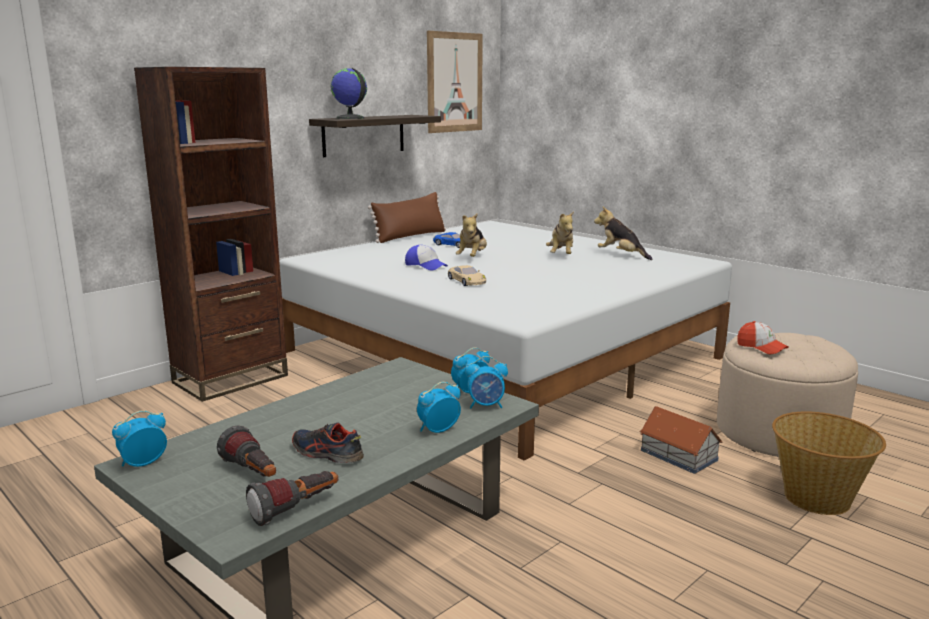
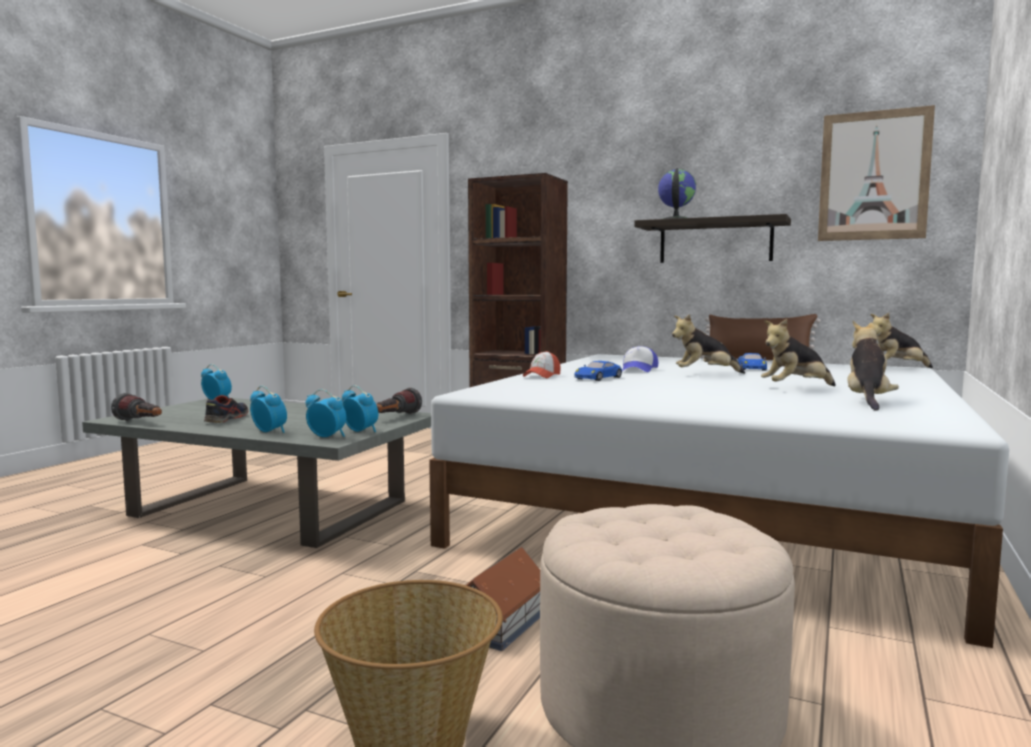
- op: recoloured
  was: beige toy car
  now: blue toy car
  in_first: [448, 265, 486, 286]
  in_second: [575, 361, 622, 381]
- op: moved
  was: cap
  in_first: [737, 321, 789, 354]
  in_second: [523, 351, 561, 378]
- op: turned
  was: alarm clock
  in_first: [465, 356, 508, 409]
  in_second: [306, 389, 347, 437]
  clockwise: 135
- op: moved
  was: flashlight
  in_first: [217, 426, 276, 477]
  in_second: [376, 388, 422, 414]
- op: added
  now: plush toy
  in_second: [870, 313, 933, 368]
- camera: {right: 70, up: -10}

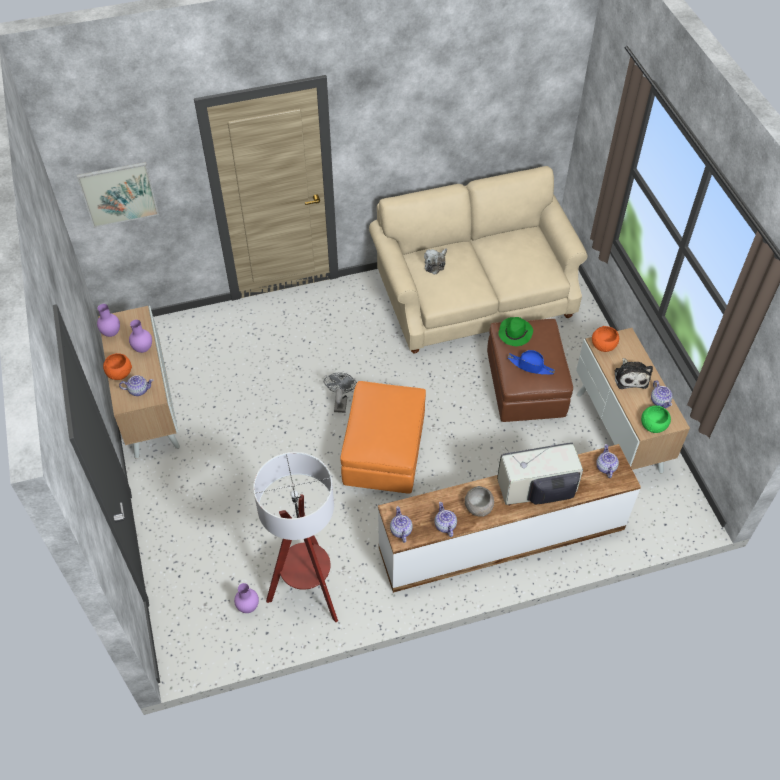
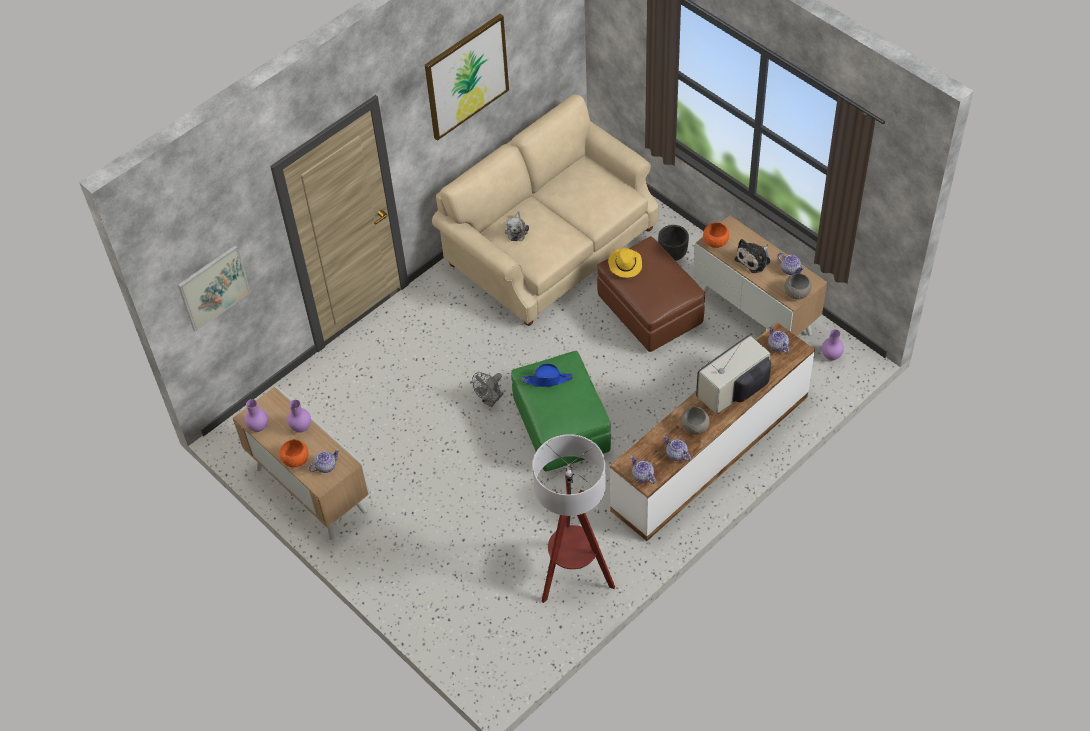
- op: recoloured
  was: green hat
  now: yellow hat
  in_first: [498, 317, 533, 346]
  in_second: [608, 248, 642, 278]
- op: moved
  was: blue hat
  in_first: [508, 350, 555, 375]
  in_second: [522, 363, 573, 387]
- op: turned
  was: plush toy
  in_first: [615, 358, 653, 389]
  in_second: [735, 239, 770, 273]
  clockwise: 75
- op: turned
  was: grey fan
  in_first: [324, 372, 357, 413]
  in_second: [472, 372, 504, 407]
  clockwise: -120
- op: recoloured
  was: orange ottoman
  now: green ottoman
  in_first: [340, 381, 426, 494]
  in_second: [511, 351, 611, 472]
- op: recoloured
  was: green bowl
  now: grey bowl
  in_first: [641, 406, 671, 433]
  in_second: [784, 273, 812, 300]
- op: moved
  was: purple vase
  in_first: [234, 583, 259, 613]
  in_second: [822, 329, 844, 360]
- op: added
  now: picture
  in_second: [425, 14, 509, 141]
- op: added
  now: black planter
  in_second: [658, 225, 689, 261]
- camera: {right: -25, up: 0}

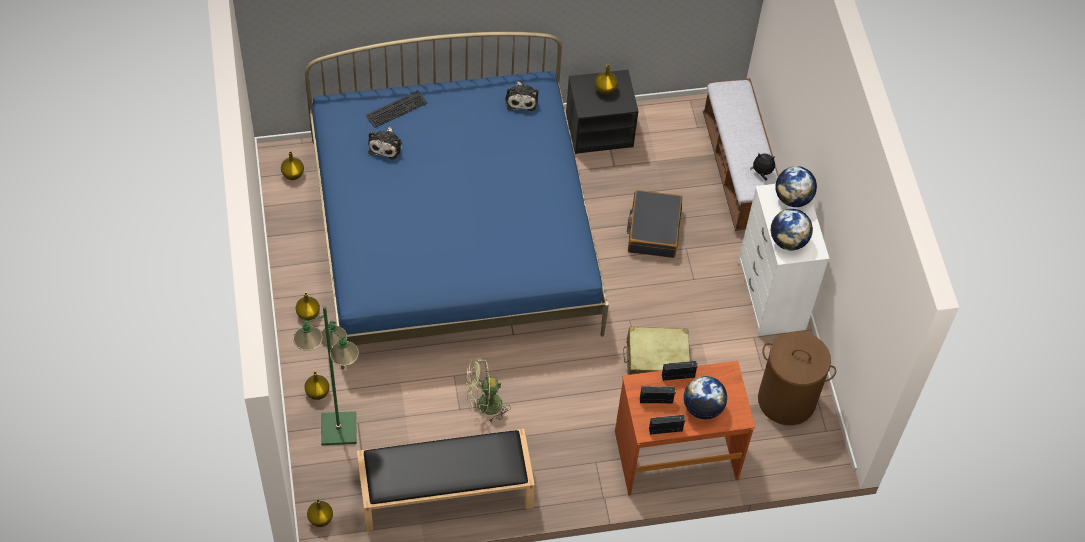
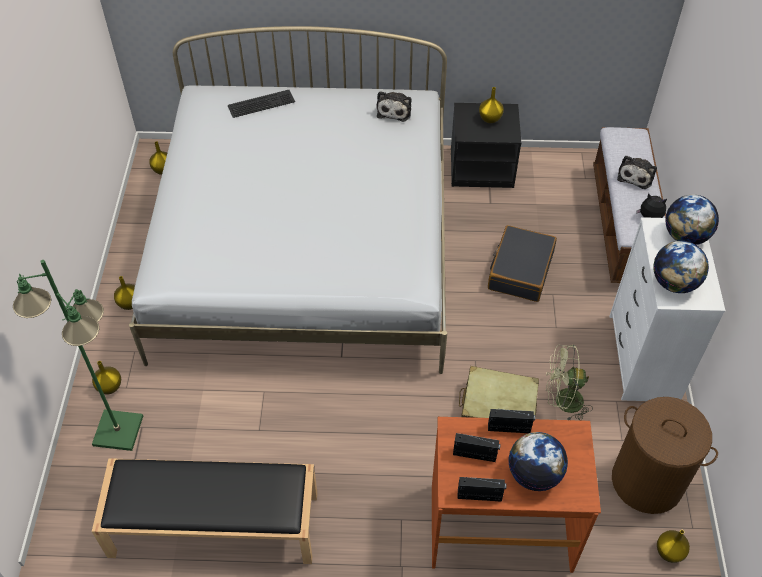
- op: recoloured
  was: blue bed
  now: white bed
  in_first: [305, 32, 609, 370]
  in_second: [129, 26, 447, 374]
- op: moved
  was: plush toy
  in_first: [368, 127, 402, 160]
  in_second: [617, 156, 657, 189]
- op: moved
  was: green fan
  in_first: [466, 358, 511, 423]
  in_second: [546, 344, 593, 421]
- op: moved
  was: yellow vase
  in_first: [307, 499, 333, 527]
  in_second: [657, 530, 690, 563]
- camera: {right: 15, up: -5}

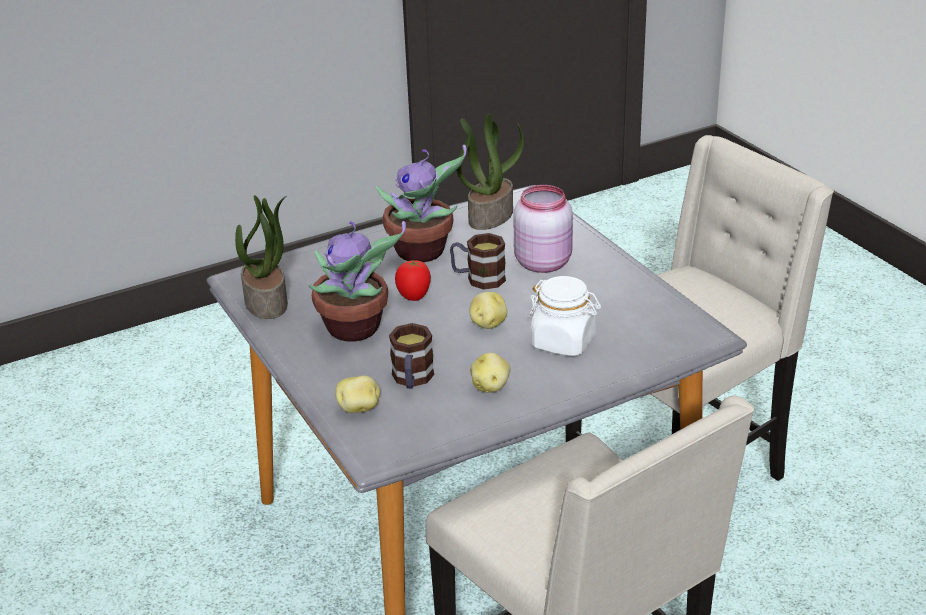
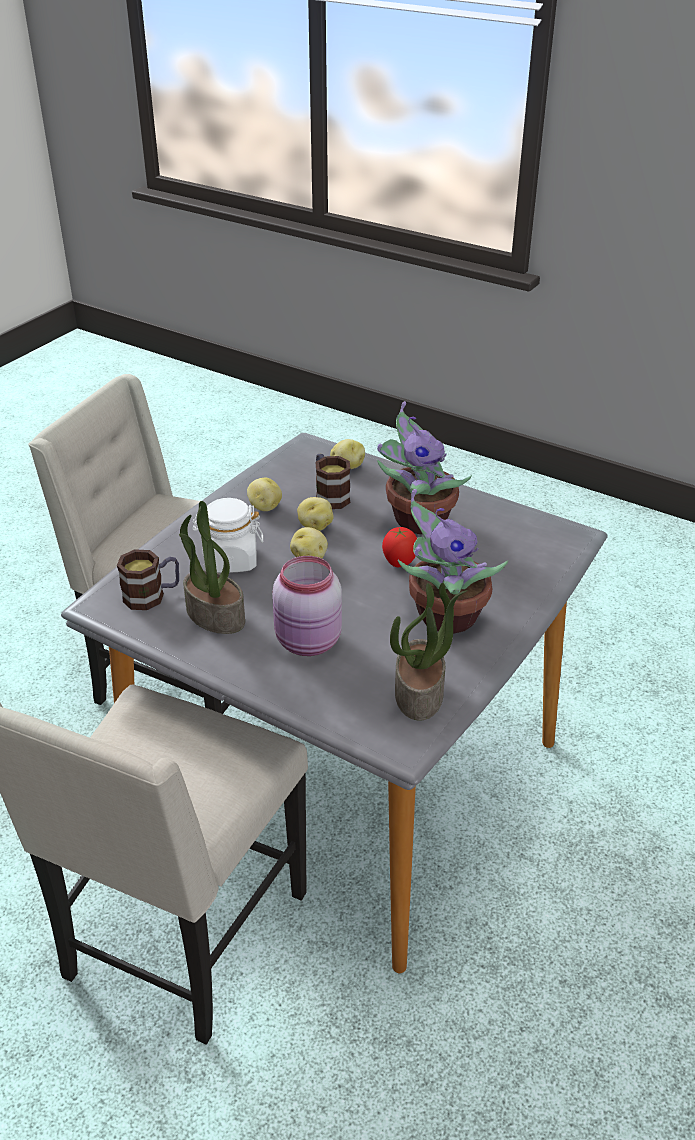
- op: moved
  was: potted plant
  in_first: [235, 195, 288, 319]
  in_second: [179, 501, 245, 634]
- op: moved
  was: mug
  in_first: [450, 233, 506, 289]
  in_second: [117, 549, 179, 610]
- op: added
  now: potato
  in_second: [297, 497, 334, 531]
- camera: {right: 150, up: 5}

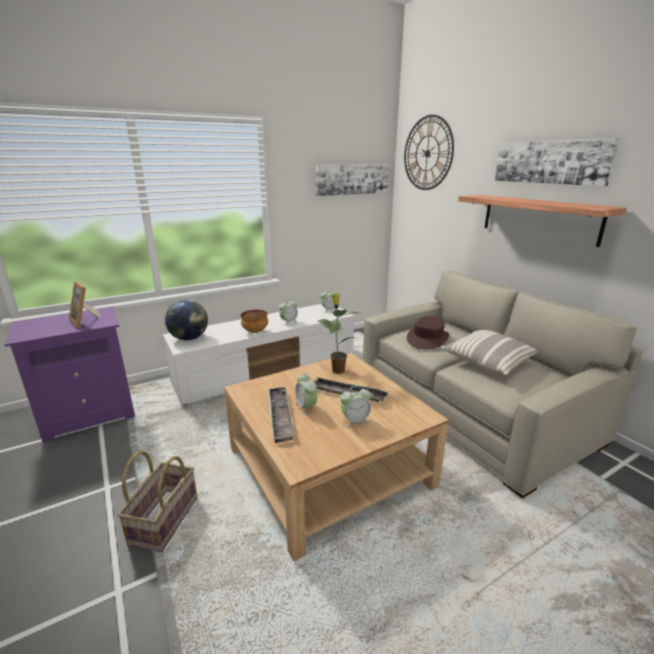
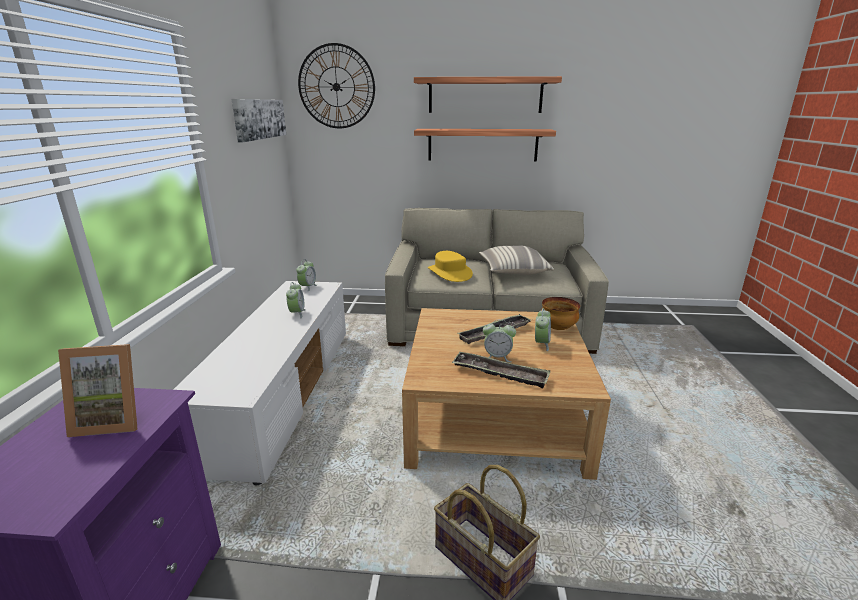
- op: replaced
  was: picture
  now: shelf
  in_first: [495, 138, 620, 186]
  in_second: [414, 76, 562, 113]
- op: removed
  was: potted plant
  in_first: [318, 294, 360, 374]
- op: removed
  was: globe
  in_first: [165, 300, 208, 340]
- op: moved
  was: bowl
  in_first: [241, 310, 268, 333]
  in_second: [541, 297, 580, 330]
- op: recoloured
  was: brown hat
  now: yellow hat
  in_first: [407, 316, 449, 350]
  in_second: [428, 251, 473, 282]
- camera: {right: -55, up: 0}

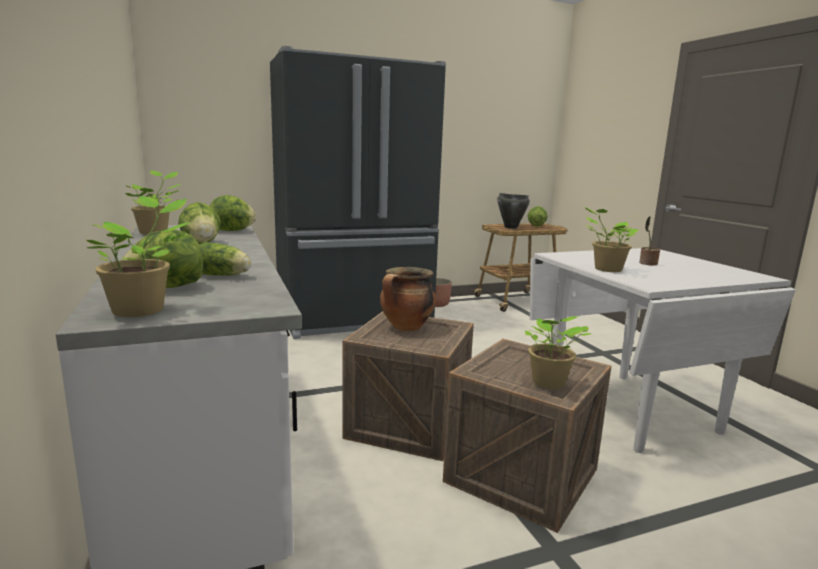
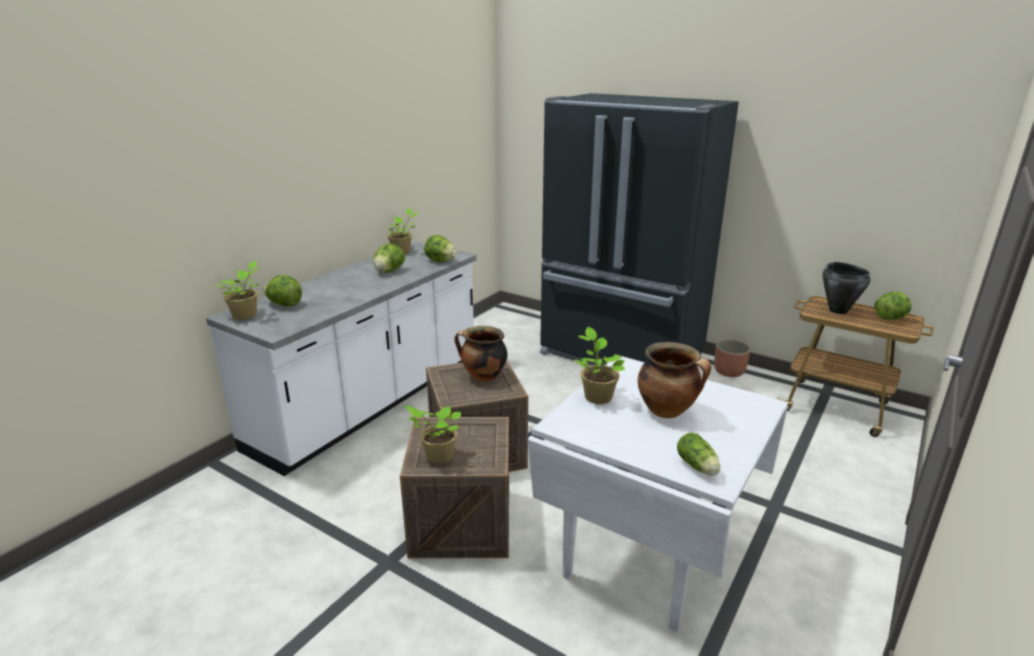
- op: replaced
  was: potted plant
  now: cooking pot
  in_first: [639, 216, 660, 266]
  in_second: [638, 342, 711, 418]
- op: moved
  was: lettuce
  in_first: [199, 242, 252, 276]
  in_second: [677, 433, 720, 476]
- camera: {right: 55, up: 10}

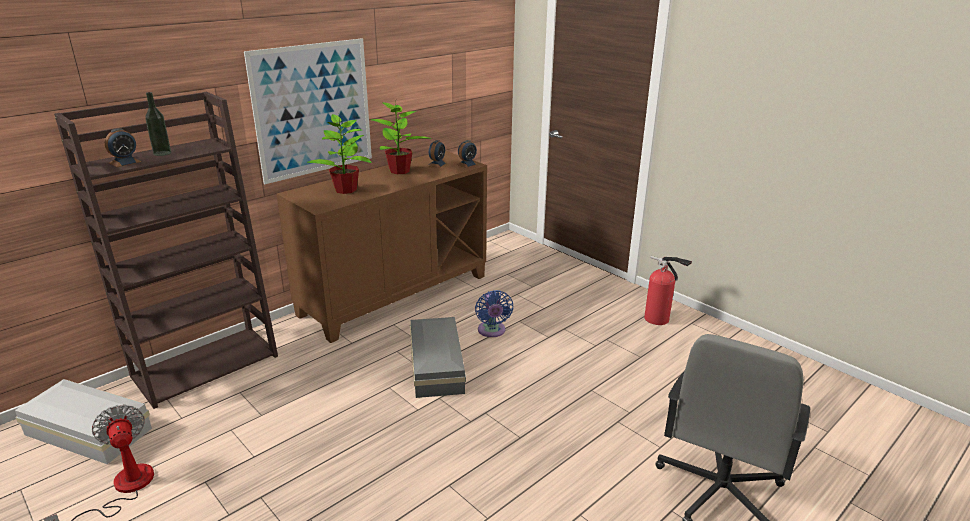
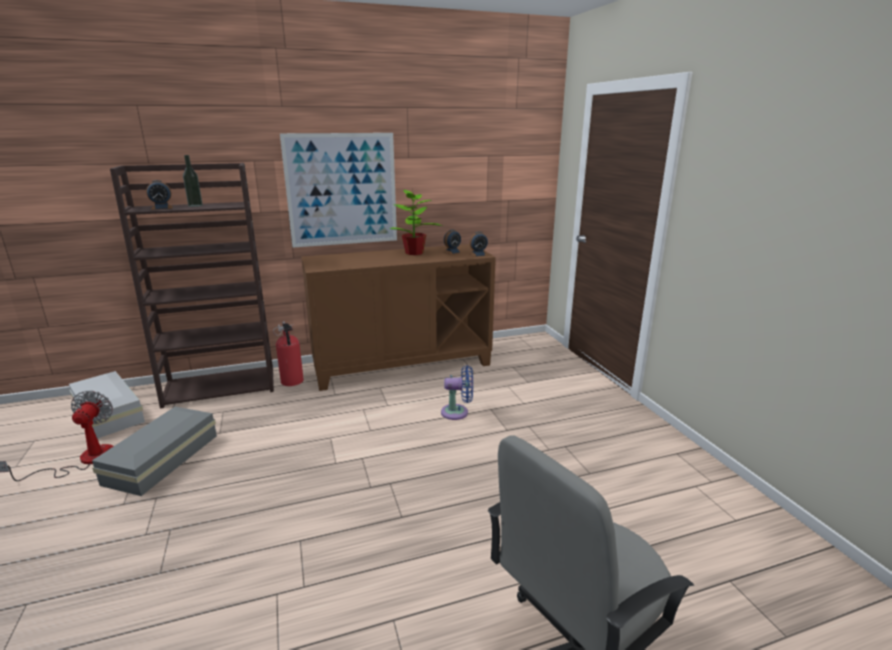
- op: removed
  was: potted plant
  in_first: [307, 113, 372, 194]
- op: moved
  was: fire extinguisher
  in_first: [644, 256, 692, 325]
  in_second: [273, 321, 304, 386]
- op: turned
  was: blue fan
  in_first: [475, 290, 513, 337]
  in_second: [441, 365, 473, 420]
  clockwise: -105
- op: moved
  was: grey storage box
  in_first: [410, 317, 466, 398]
  in_second: [92, 407, 217, 496]
- camera: {right: 25, up: -5}

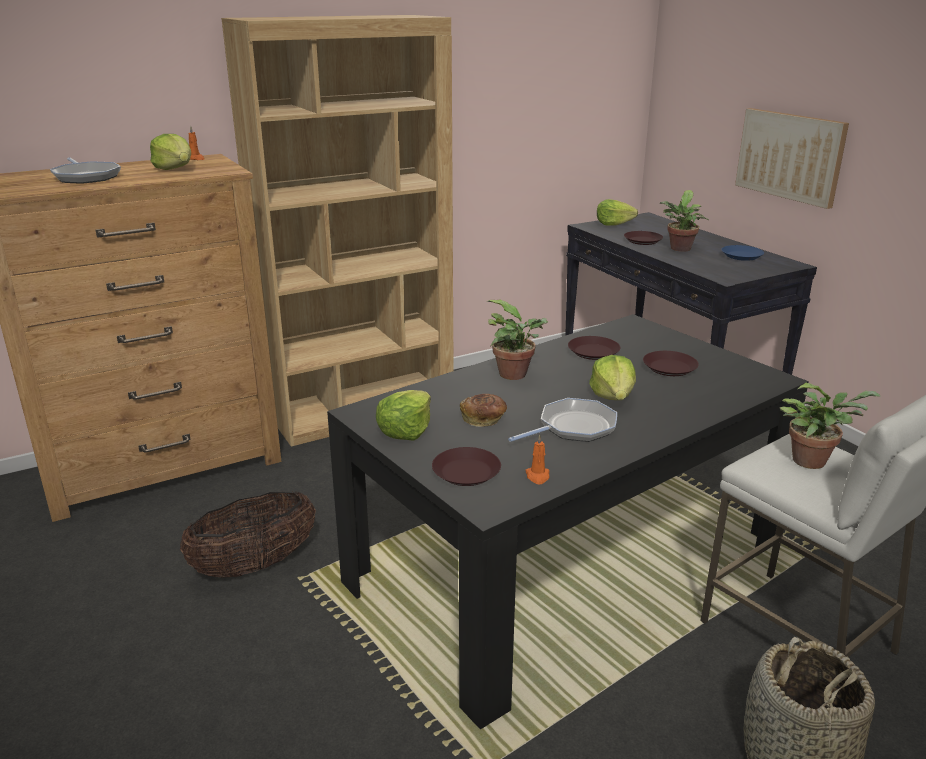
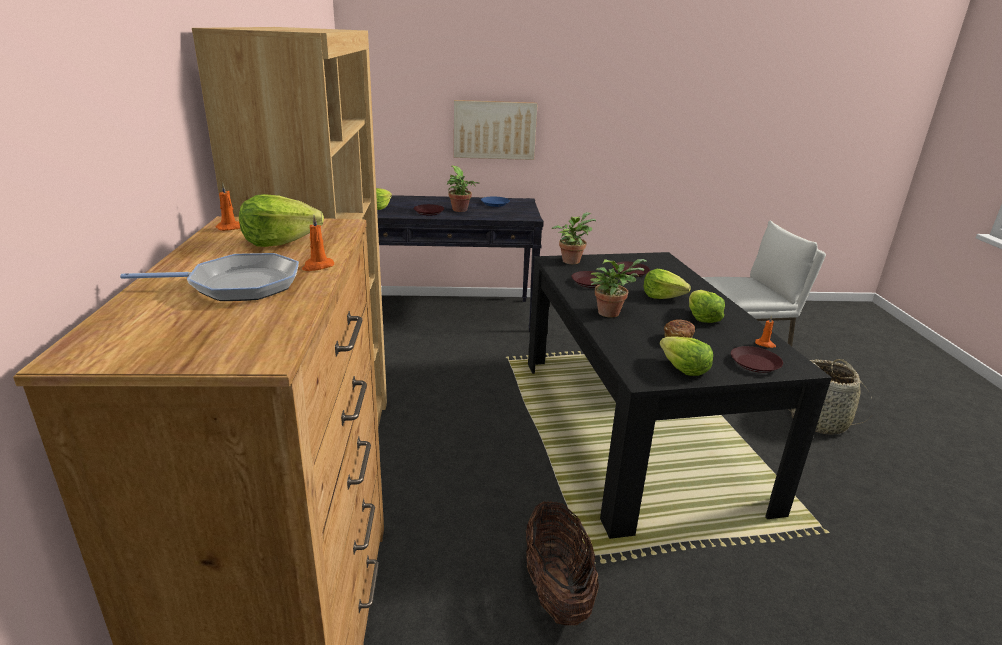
- op: moved
  was: potted plant
  in_first: [780, 383, 881, 469]
  in_second: [552, 212, 596, 264]
- op: replaced
  was: frying pan
  now: lettuce
  in_first: [508, 398, 617, 442]
  in_second: [689, 290, 725, 323]
- op: added
  now: orange candle
  in_second: [302, 215, 334, 271]
- camera: {right: -65, up: 0}

